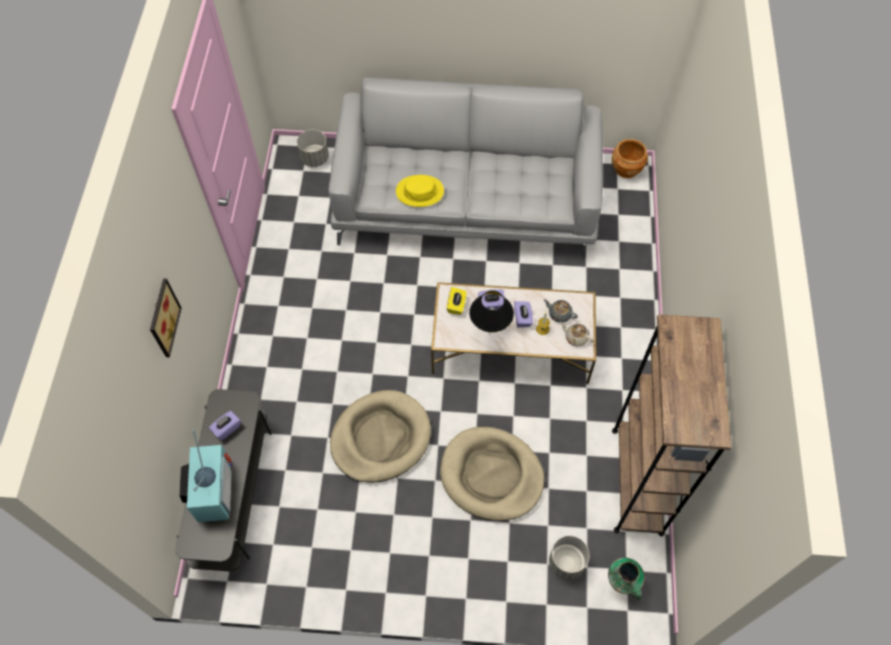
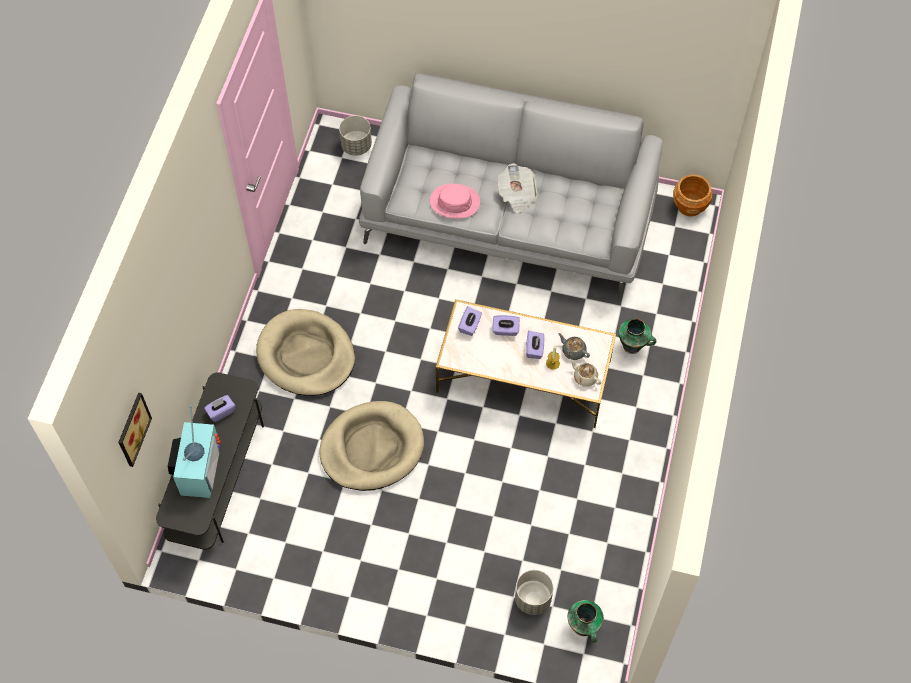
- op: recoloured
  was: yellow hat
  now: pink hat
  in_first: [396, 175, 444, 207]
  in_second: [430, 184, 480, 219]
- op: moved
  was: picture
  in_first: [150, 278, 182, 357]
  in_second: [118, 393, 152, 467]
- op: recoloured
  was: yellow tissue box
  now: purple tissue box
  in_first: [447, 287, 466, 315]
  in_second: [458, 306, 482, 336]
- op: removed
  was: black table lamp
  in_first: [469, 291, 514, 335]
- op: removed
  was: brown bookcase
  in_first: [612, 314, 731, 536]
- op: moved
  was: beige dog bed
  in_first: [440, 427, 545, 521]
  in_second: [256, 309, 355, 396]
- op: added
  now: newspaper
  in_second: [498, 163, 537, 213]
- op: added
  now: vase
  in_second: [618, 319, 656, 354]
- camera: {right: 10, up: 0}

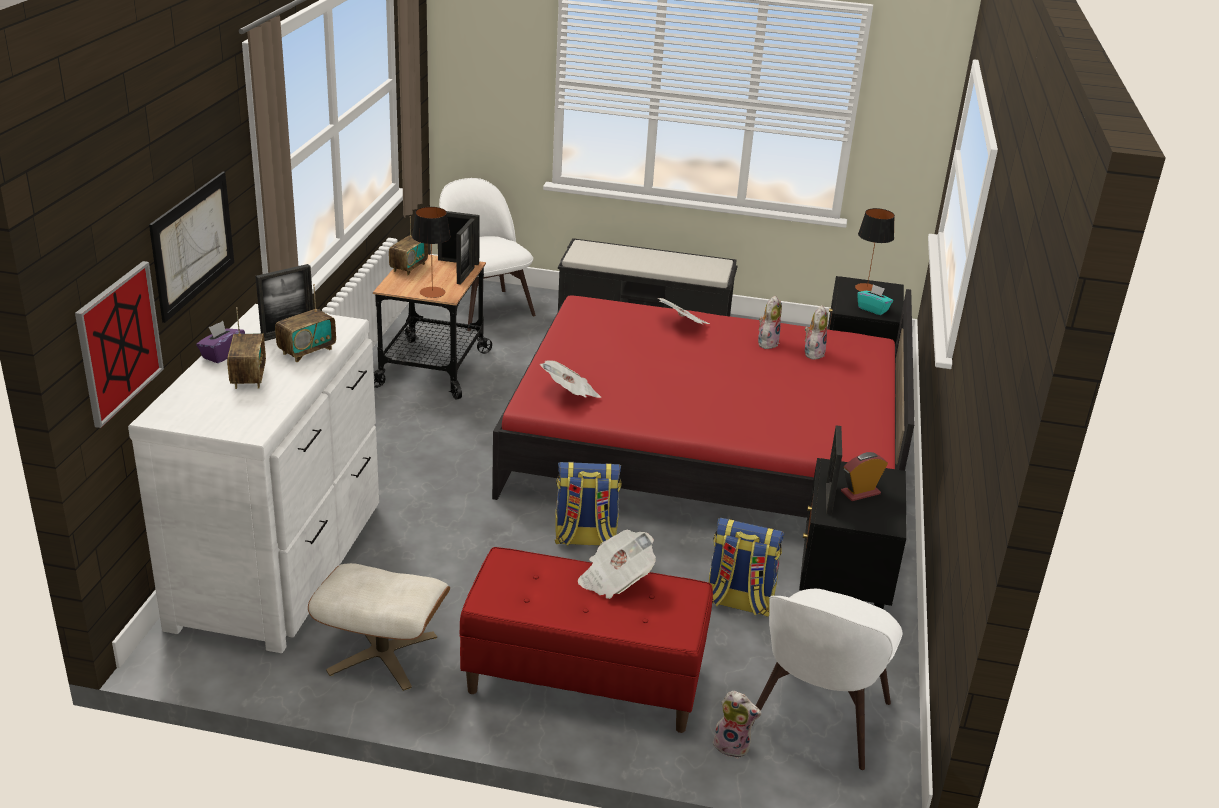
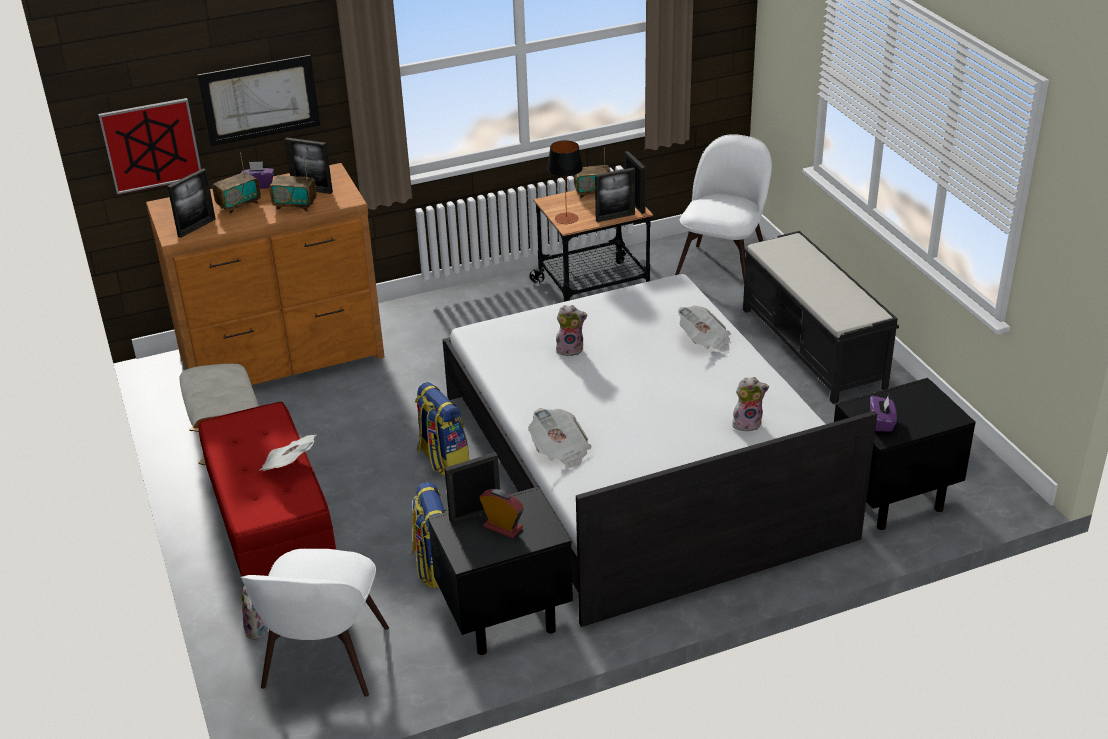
- op: removed
  was: table lamp
  in_first: [855, 208, 895, 292]
- op: recoloured
  was: turquoise tissue box
  now: purple tissue box
  in_first: [857, 284, 893, 315]
  in_second: [870, 395, 897, 432]
- op: recoloured
  was: red bed
  now: white bed
  in_first: [492, 289, 914, 518]
  in_second: [442, 274, 877, 627]
- op: moved
  was: plush toy
  in_first: [758, 295, 782, 349]
  in_second: [556, 305, 588, 356]
- op: recoloured
  was: white dresser
  now: brown dresser
  in_first: [128, 304, 379, 653]
  in_second: [146, 163, 385, 385]
- op: moved
  was: newspaper
  in_first: [540, 360, 601, 398]
  in_second: [528, 408, 592, 469]
- op: turned
  was: white chair
  in_first: [752, 589, 902, 770]
  in_second: [241, 549, 389, 697]
  clockwise: -75
- op: added
  now: picture frame
  in_second: [167, 168, 216, 238]
- camera: {right: 60, up: 5}

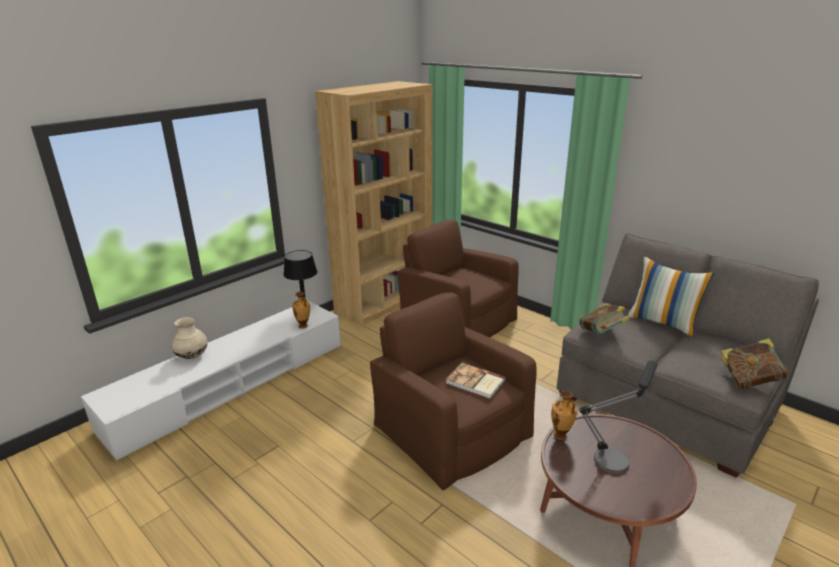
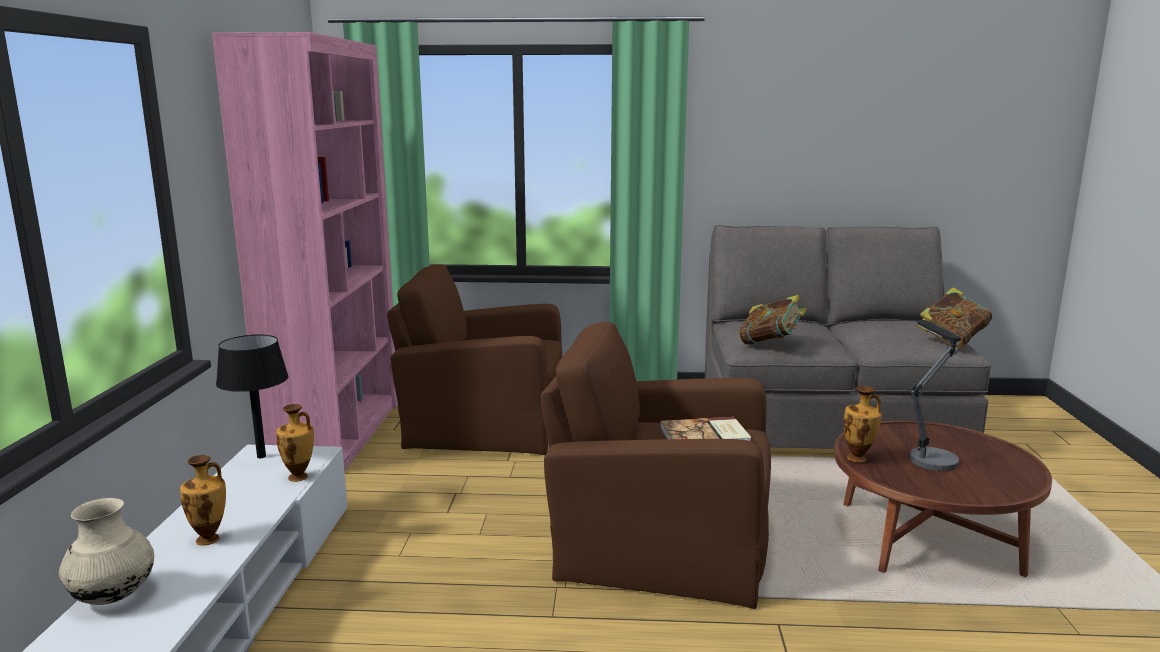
- op: recoloured
  was: brown bookcase
  now: pink bookcase
  in_first: [315, 81, 432, 326]
  in_second: [212, 32, 398, 472]
- op: removed
  was: pillow
  in_first: [627, 257, 714, 337]
- op: added
  now: vase
  in_second: [180, 455, 226, 546]
- camera: {right: -40, up: -10}

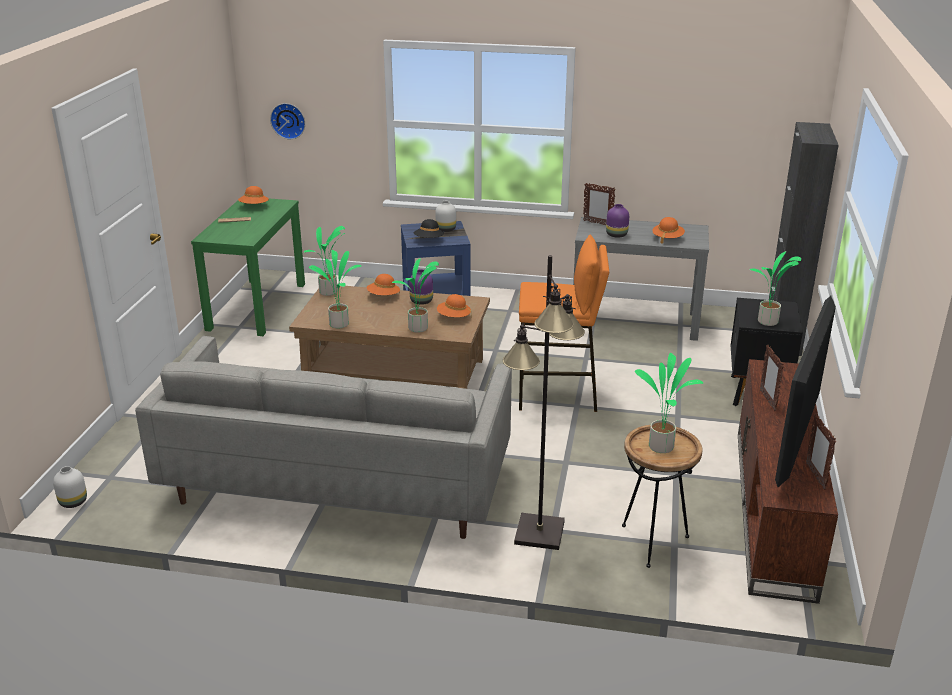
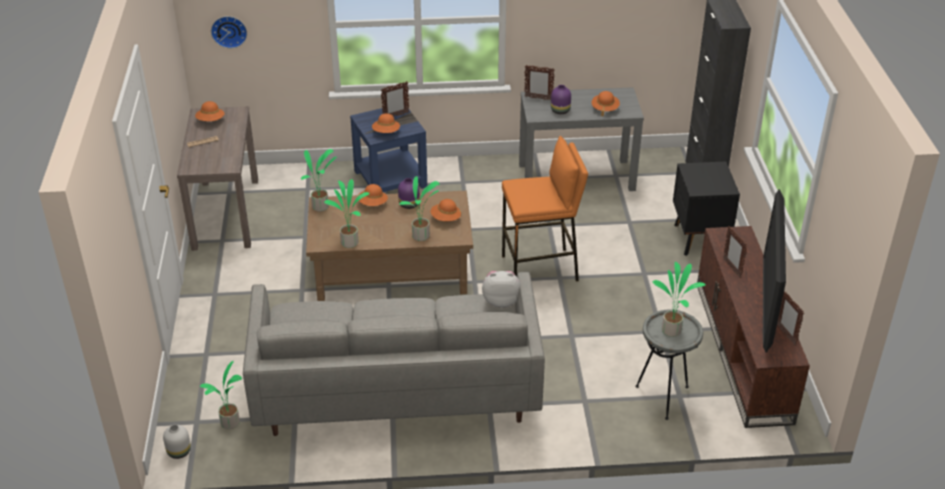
- op: recoloured
  was: green console table
  now: brown console table
  in_first: [191, 199, 305, 336]
  in_second: [177, 106, 258, 251]
- op: replaced
  was: white vase
  now: picture frame
  in_first: [435, 201, 456, 232]
  in_second: [381, 81, 409, 117]
- op: recoloured
  was: black hat
  now: orange hat
  in_first: [414, 219, 444, 238]
  in_second: [372, 113, 400, 133]
- op: moved
  was: potted plant
  in_first: [749, 251, 801, 326]
  in_second: [200, 361, 242, 429]
- op: removed
  was: black floor lamp
  in_first: [503, 255, 585, 550]
- op: recoloured
  was: brown side table
  now: grey side table
  in_first: [622, 425, 703, 568]
  in_second: [636, 310, 703, 420]
- op: added
  now: plush toy
  in_second: [482, 271, 521, 308]
- camera: {right: -15, up: 10}

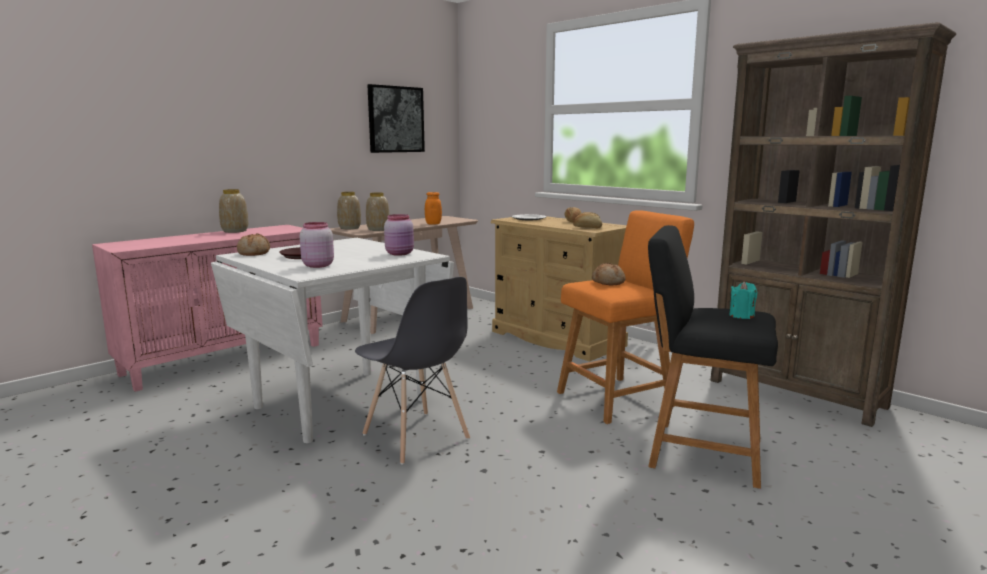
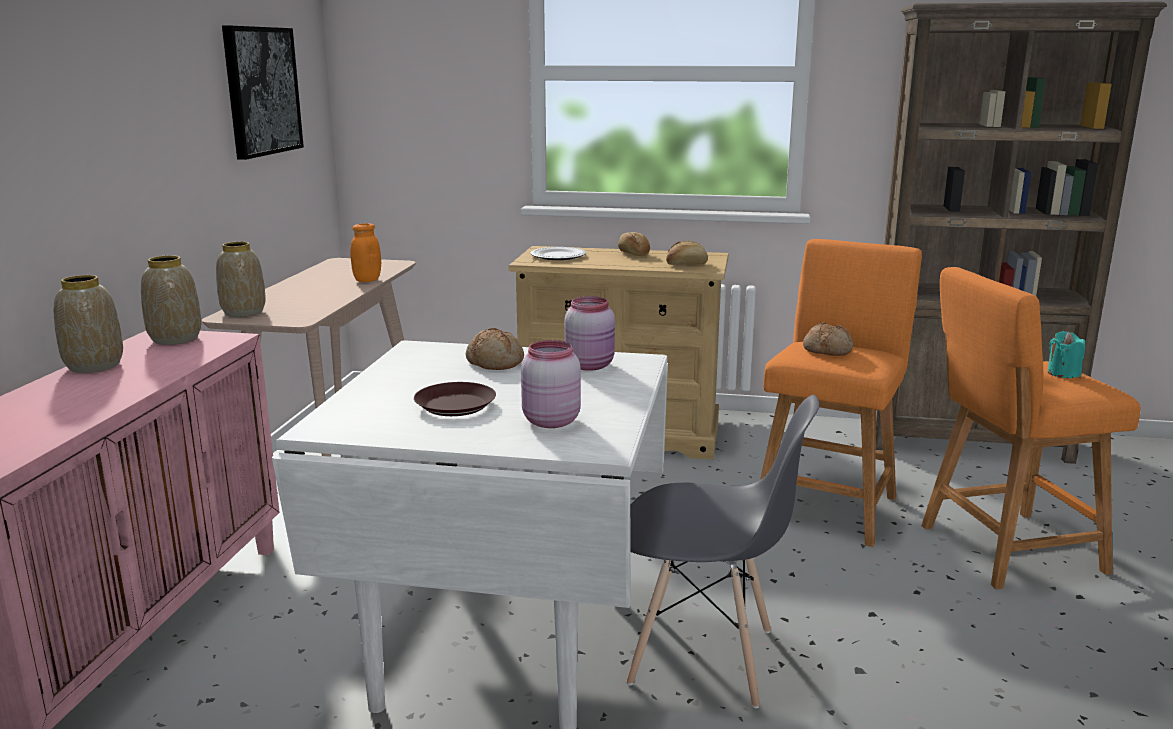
- op: moved
  was: vase
  in_first: [366, 193, 390, 231]
  in_second: [141, 255, 201, 345]
- op: recoloured
  was: black stool
  now: orange stool
  in_first: [648, 225, 778, 489]
  in_second: [921, 267, 1141, 589]
- op: moved
  was: bread
  in_first: [237, 233, 270, 256]
  in_second: [466, 328, 524, 370]
- camera: {right: -35, up: 5}

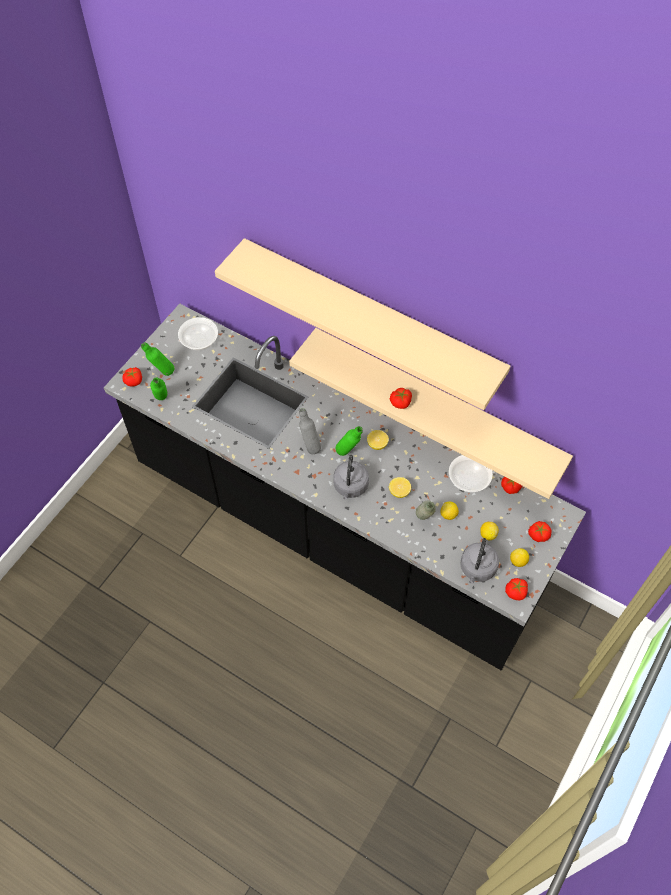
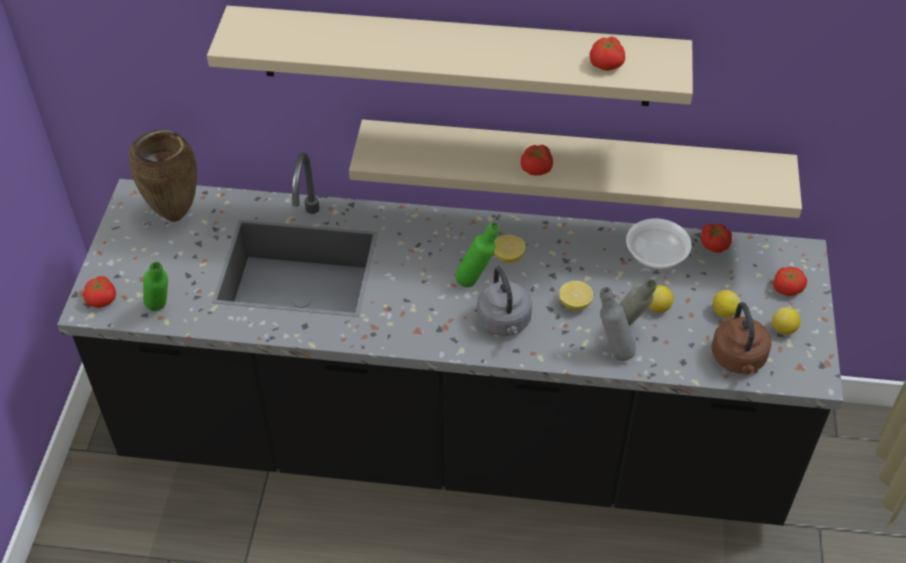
- op: replaced
  was: bowl
  now: brown vase
  in_first: [178, 317, 218, 350]
  in_second: [128, 130, 197, 222]
- op: removed
  was: green bottle
  in_first: [141, 342, 174, 376]
- op: moved
  was: grey bottle
  in_first: [299, 408, 321, 454]
  in_second: [600, 287, 636, 361]
- op: recoloured
  was: grey kettle
  now: brown kettle
  in_first: [460, 538, 499, 584]
  in_second: [711, 302, 772, 374]
- op: moved
  was: tomato
  in_first: [505, 578, 528, 600]
  in_second: [590, 36, 625, 71]
- camera: {right: -25, up: -10}

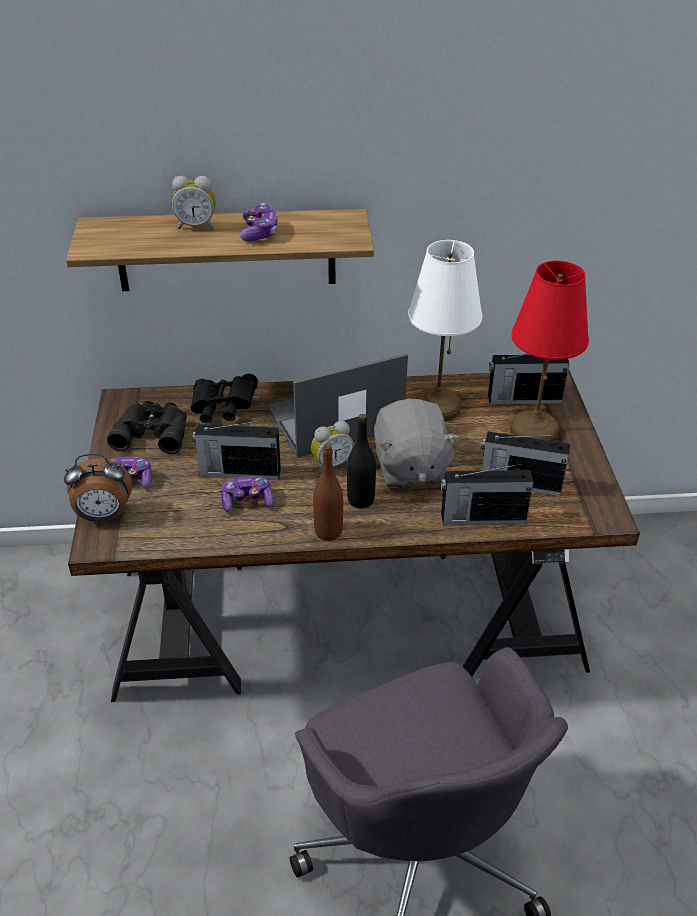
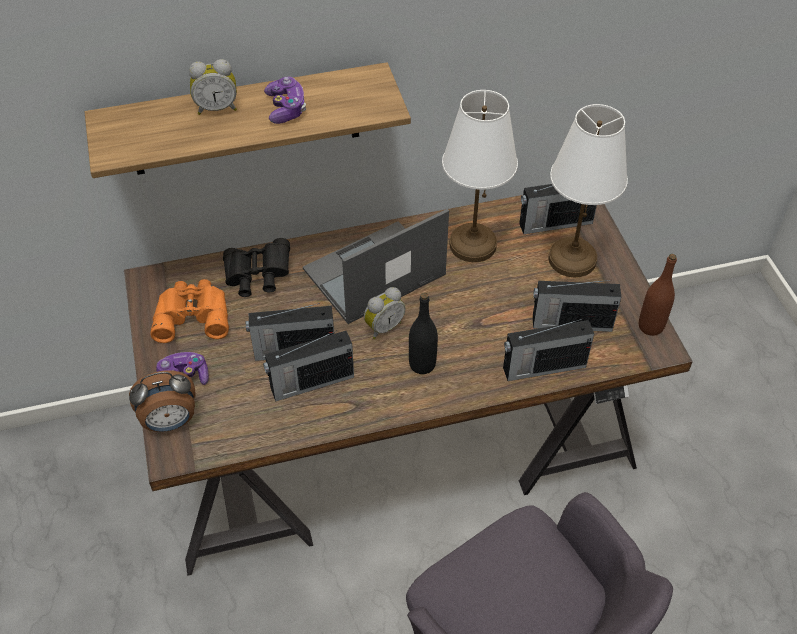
- op: recoloured
  was: red table lamp
  now: white table lamp
  in_first: [510, 261, 589, 441]
  in_second: [548, 104, 628, 278]
- op: removed
  was: grey plush toy
  in_first: [374, 399, 460, 489]
- op: recoloured
  was: black binoculars
  now: orange binoculars
  in_first: [107, 401, 187, 454]
  in_second: [150, 279, 229, 343]
- op: moved
  was: brown bottle
  in_first: [313, 444, 343, 541]
  in_second: [639, 254, 677, 336]
- op: replaced
  was: game controller
  now: radio
  in_first: [221, 476, 273, 512]
  in_second: [263, 330, 354, 402]
- camera: {right: -10, up: 10}

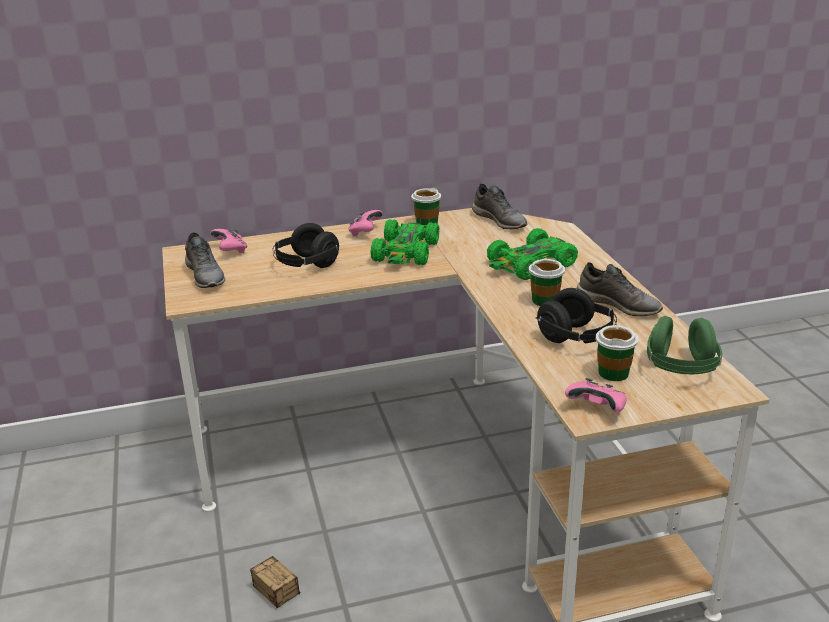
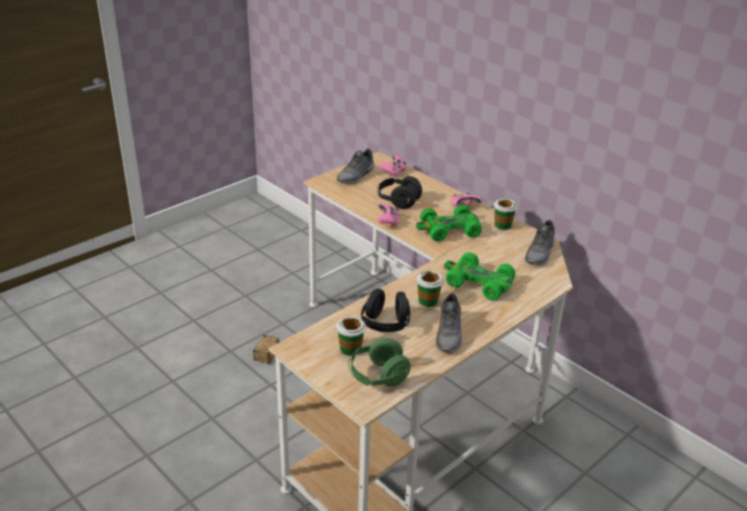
- op: moved
  was: pink game controller
  in_first: [565, 378, 627, 412]
  in_second: [377, 203, 399, 227]
- camera: {right: 60, up: 5}

